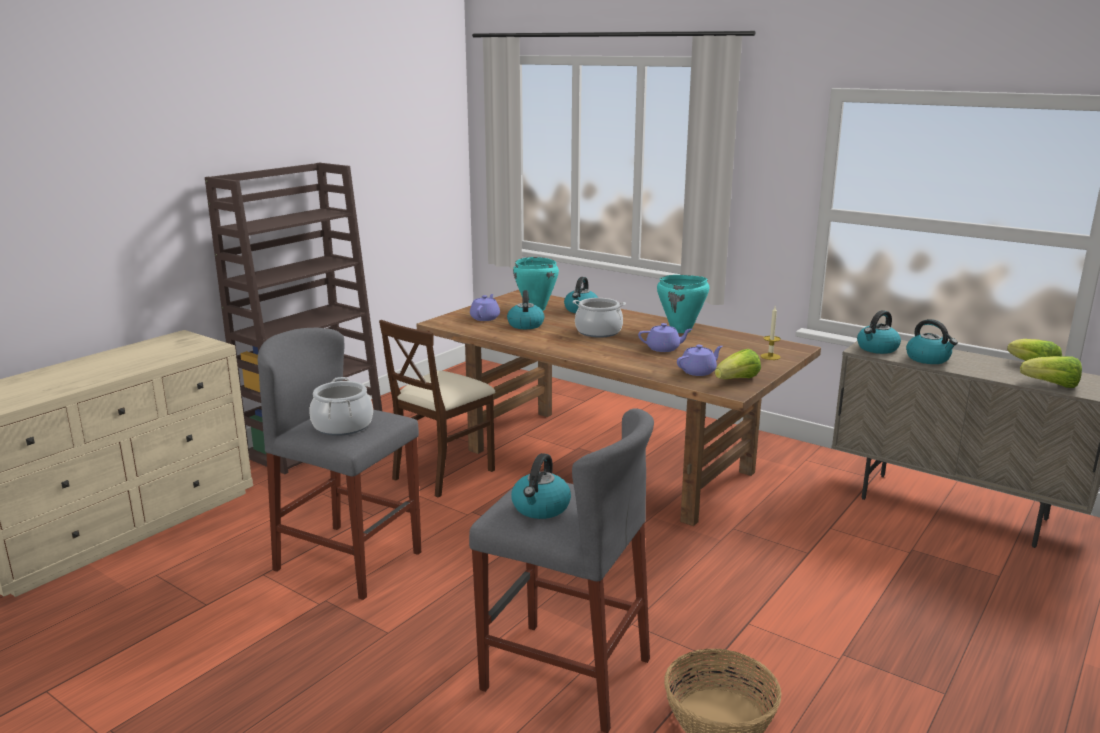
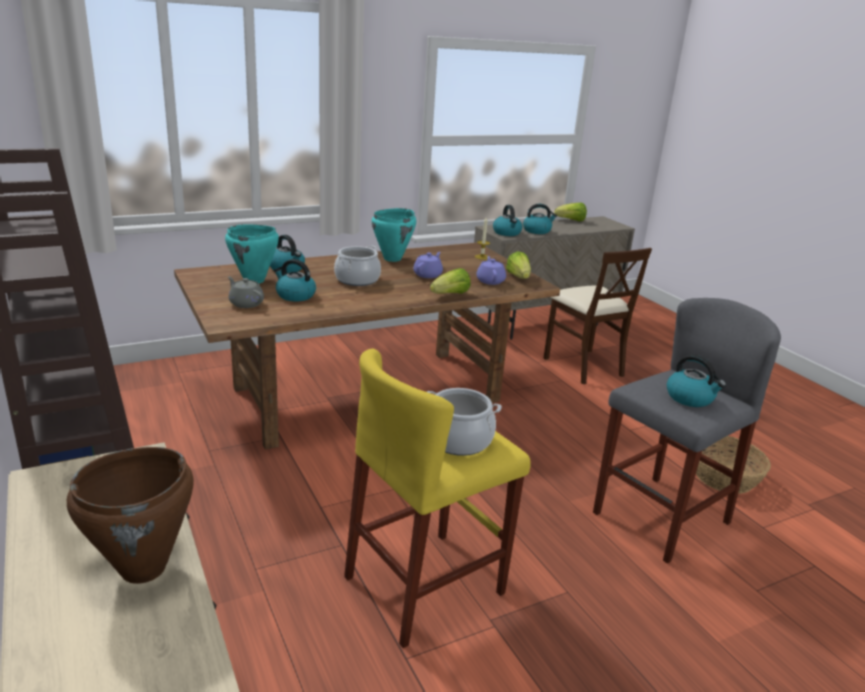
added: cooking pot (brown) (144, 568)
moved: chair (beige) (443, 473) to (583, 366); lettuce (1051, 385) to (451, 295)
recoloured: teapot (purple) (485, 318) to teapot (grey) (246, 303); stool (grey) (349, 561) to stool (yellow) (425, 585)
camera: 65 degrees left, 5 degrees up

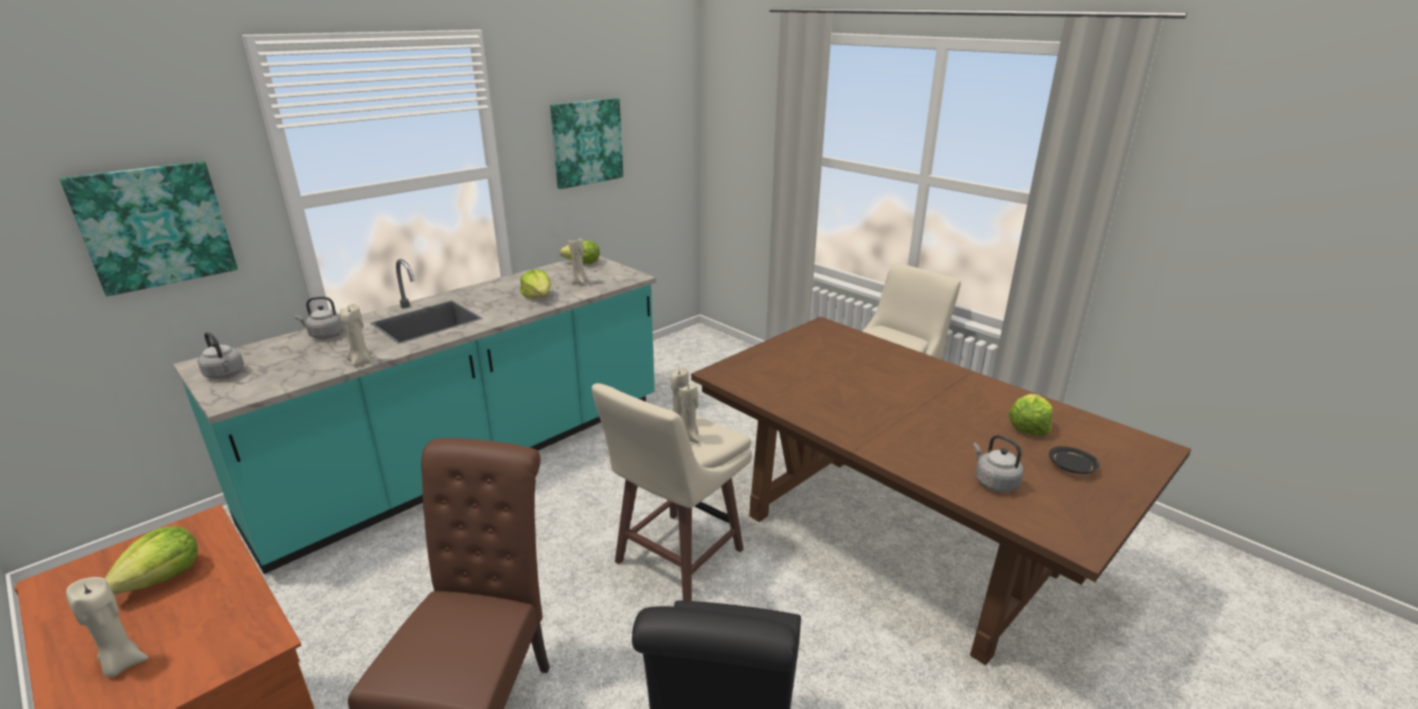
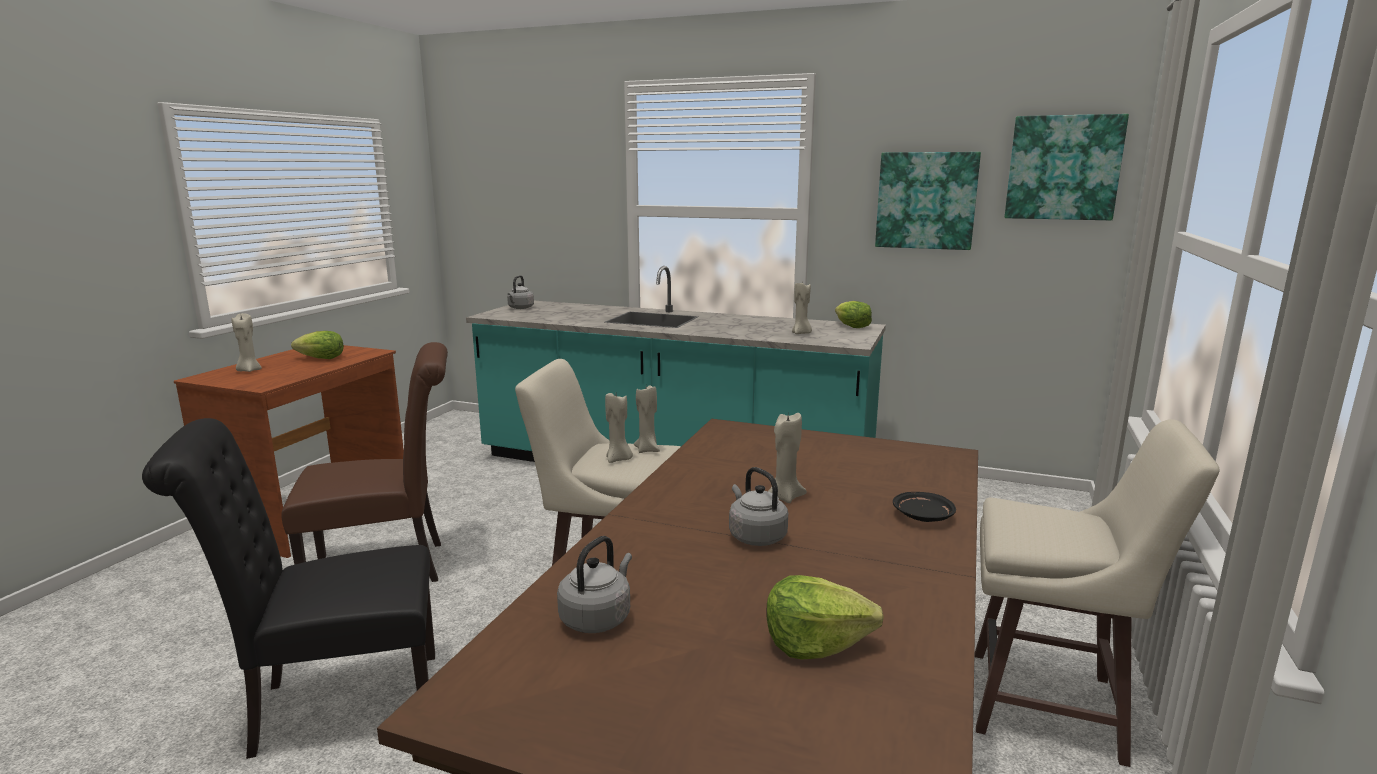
removed: lettuce (538, 297)
moved: picture (155, 226) to (1063, 168); kettle (grey) (325, 335) to (755, 536); candle (beige) (360, 361) to (784, 497); plate (black) (1072, 467) to (922, 516)
camera: 65 degrees right, 10 degrees down

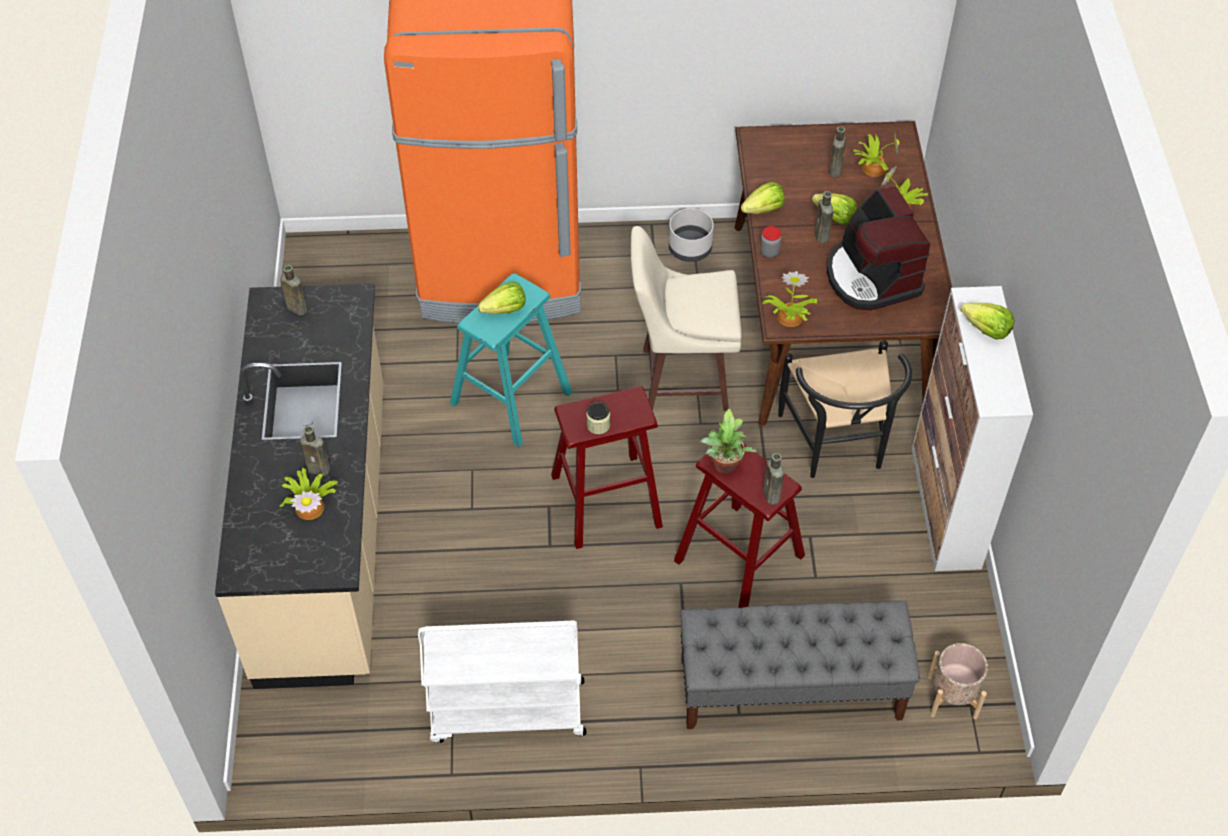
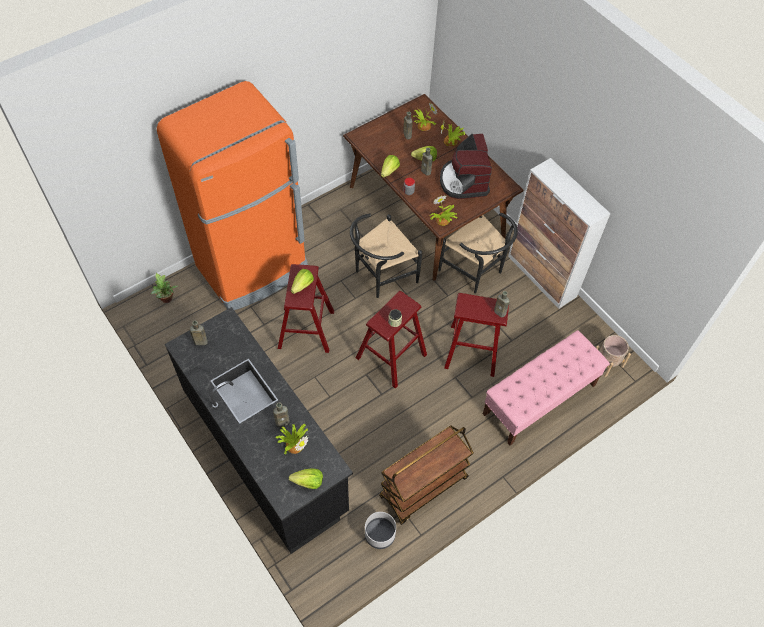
moved: planter (grey) (690, 248) to (380, 534); lettuce (986, 330) to (308, 482); potted plant (724, 467) to (167, 299)
replaced: stool (beige) (681, 379) to chair (black) (381, 276)
recoloured: stool (turquoise) (511, 398) to stool (red) (306, 329); counter (beige) (326, 533) to counter (black) (266, 451); bench (grey) (789, 689) to bench (pink) (539, 400); cart (white) (506, 712) to cart (brown) (423, 488)
turned: coffee machine (871, 277) = (464, 181) 45 degrees clockwise
camera: 35 degrees left, 5 degrees up

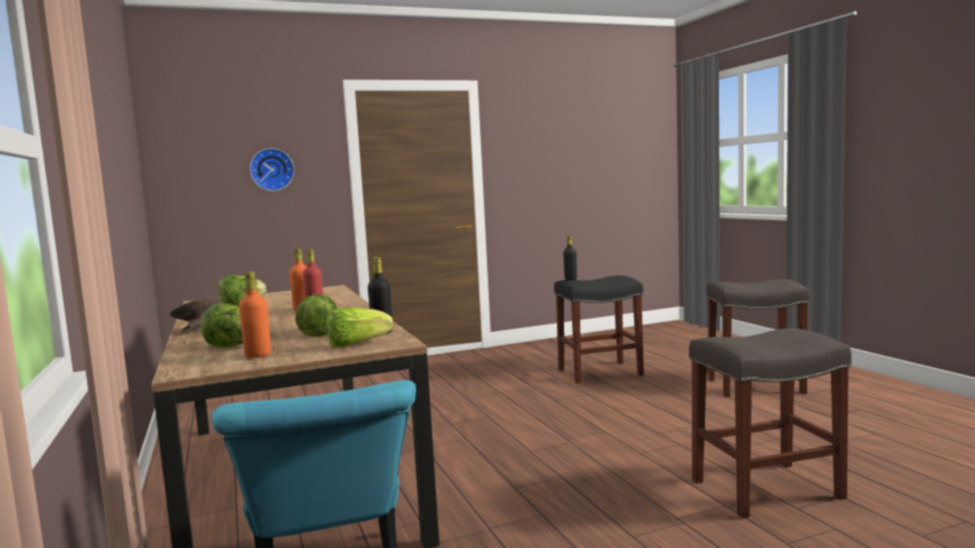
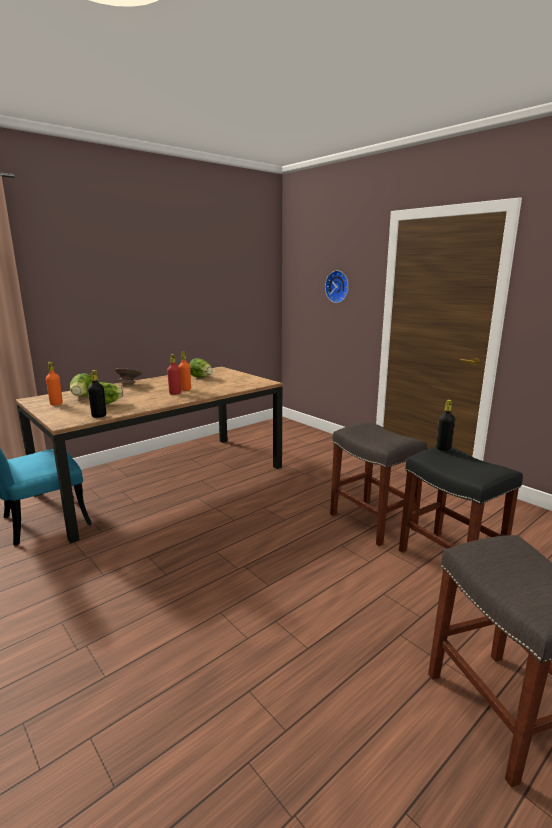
removed: lettuce (357, 344)
moved: stool (grey) (767, 488) to (373, 522)
camera: 70 degrees right, 10 degrees up

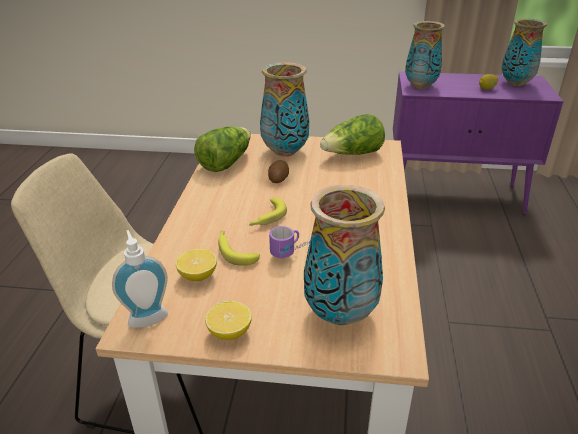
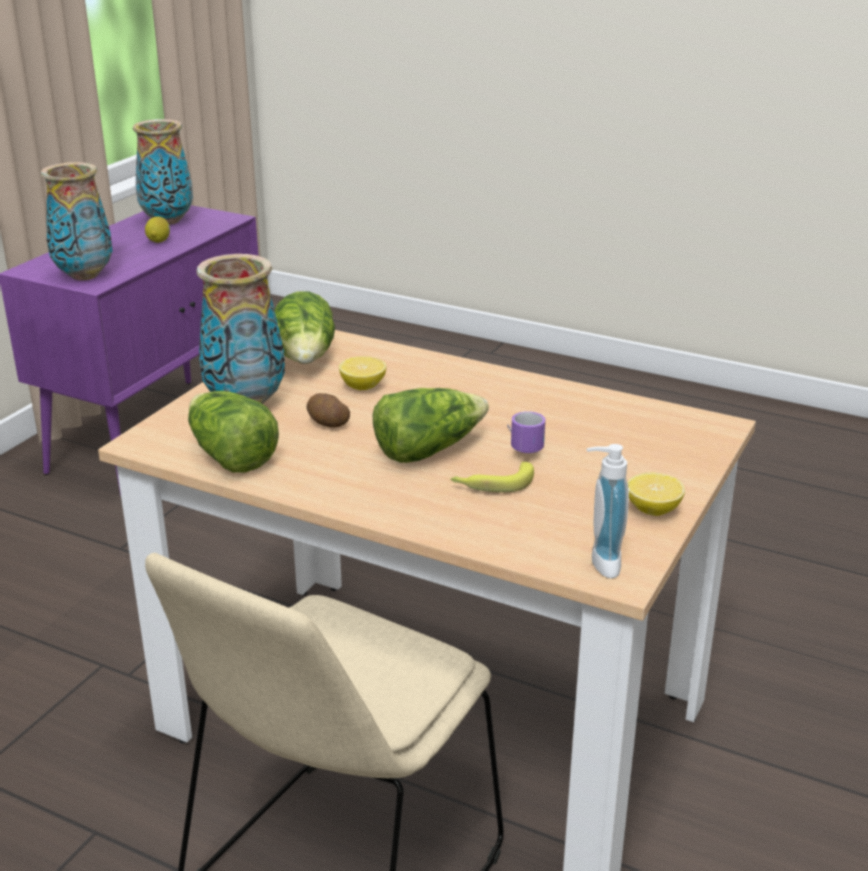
removed: vase (341, 314)
moved: lemon (198, 275) to (363, 386)
replaced: banana (266, 218) to lettuce (428, 449)
camera: 70 degrees left, 5 degrees down

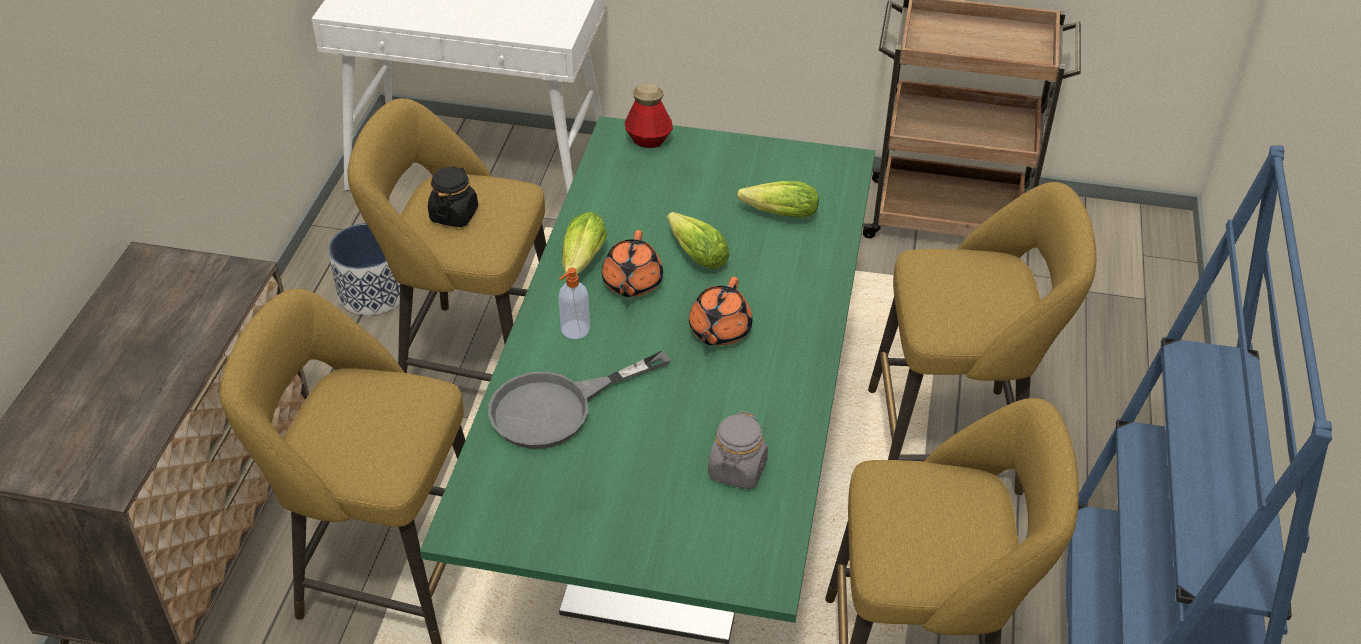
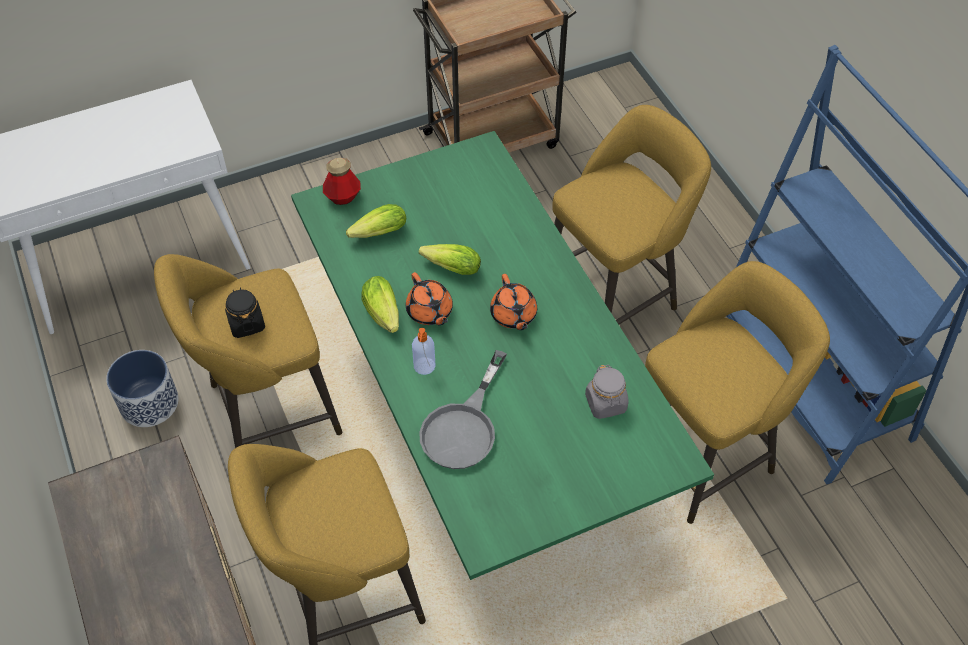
moved: lettuce (776, 214) to (376, 234)
camera: 35 degrees left, 10 degrees up

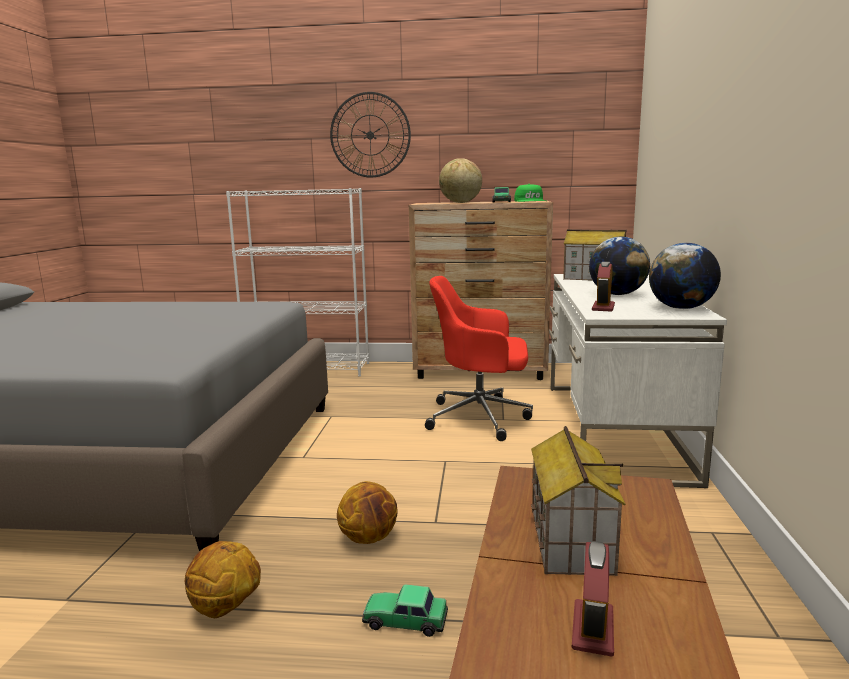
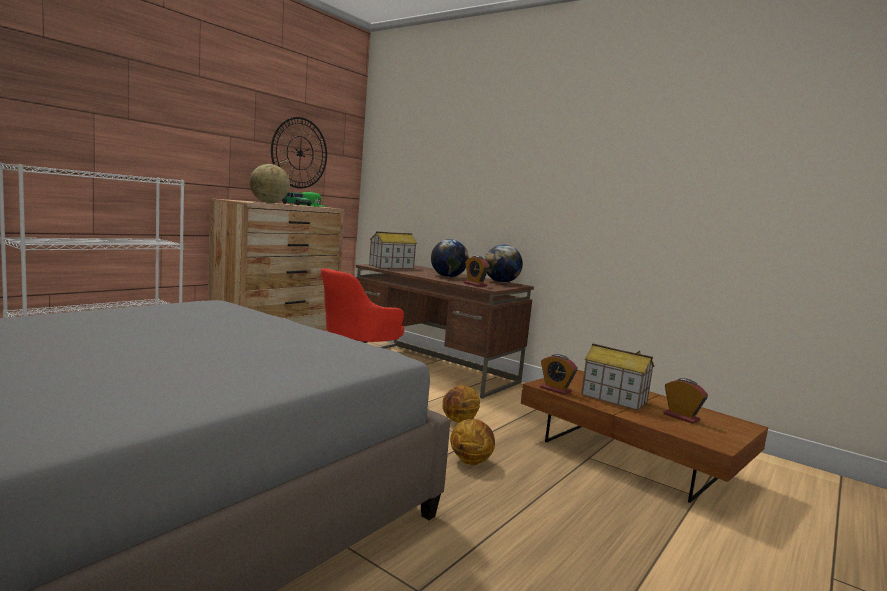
removed: toy car (405, 620)
added: alarm clock (555, 389)
moved: wall clock (370, 135) to (300, 153); basketball (225, 608) to (459, 421)
recoloured: desk (white) (613, 430) to desk (brown) (433, 369)
camera: 60 degrees left, 5 degrees down

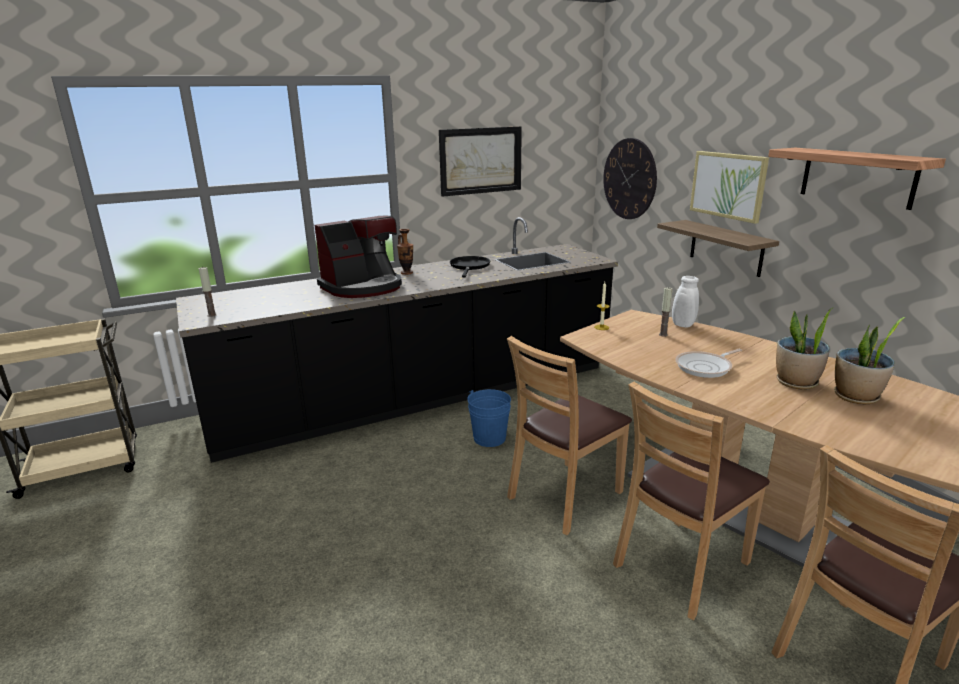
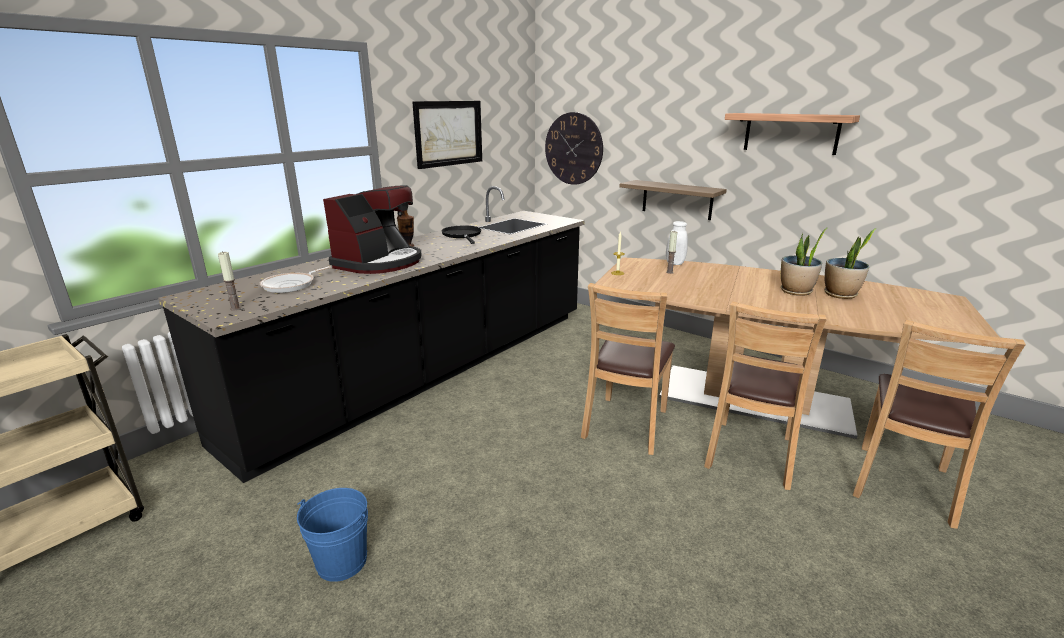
removed: picture (728, 185)
moved: frying pan (706, 367) to (291, 285); bucket (blue) (489, 438) to (341, 562)
camera: 25 degrees left, 0 degrees up

